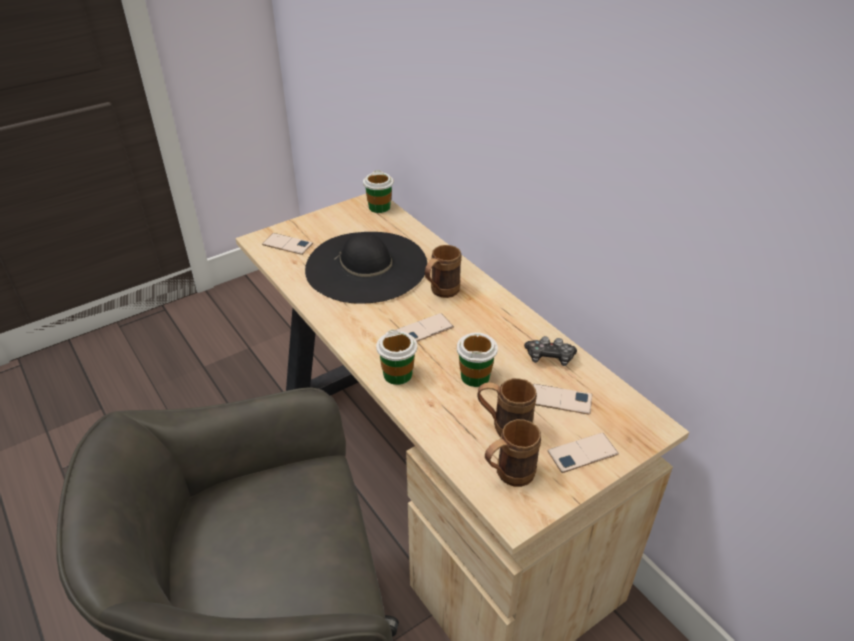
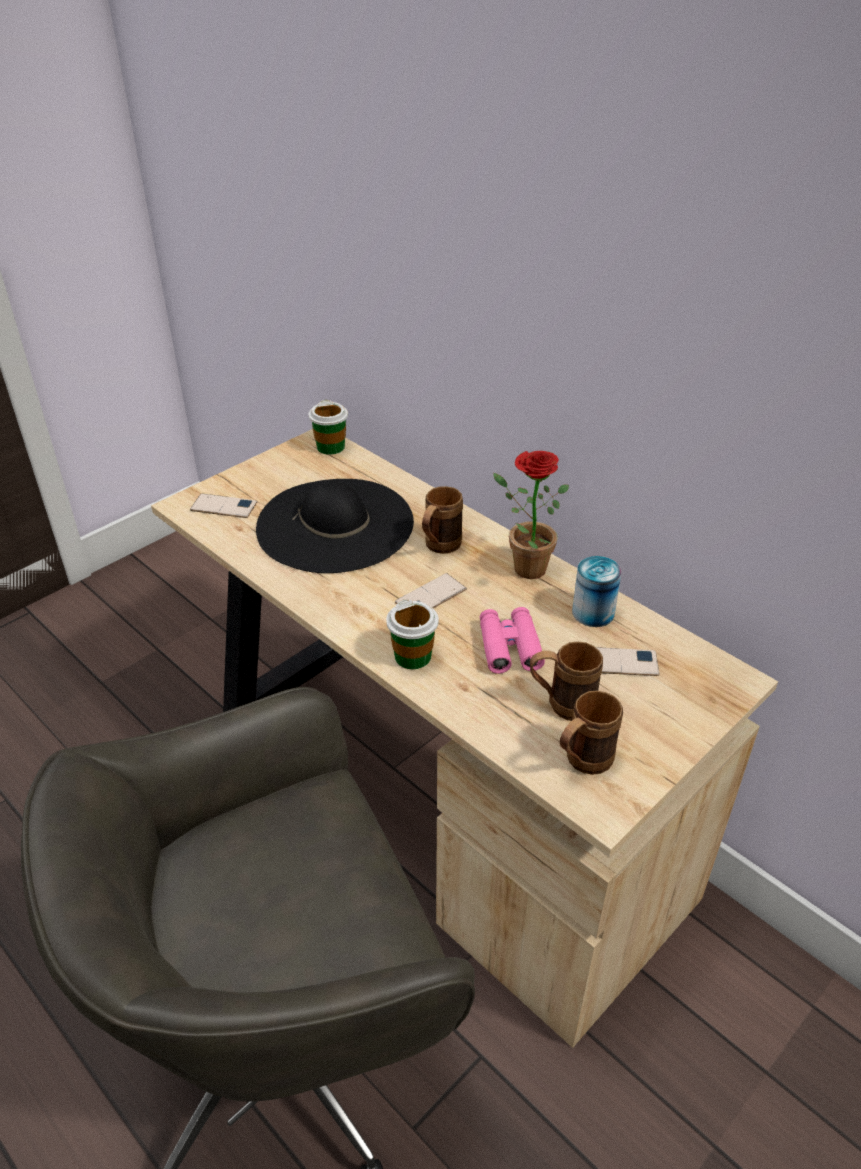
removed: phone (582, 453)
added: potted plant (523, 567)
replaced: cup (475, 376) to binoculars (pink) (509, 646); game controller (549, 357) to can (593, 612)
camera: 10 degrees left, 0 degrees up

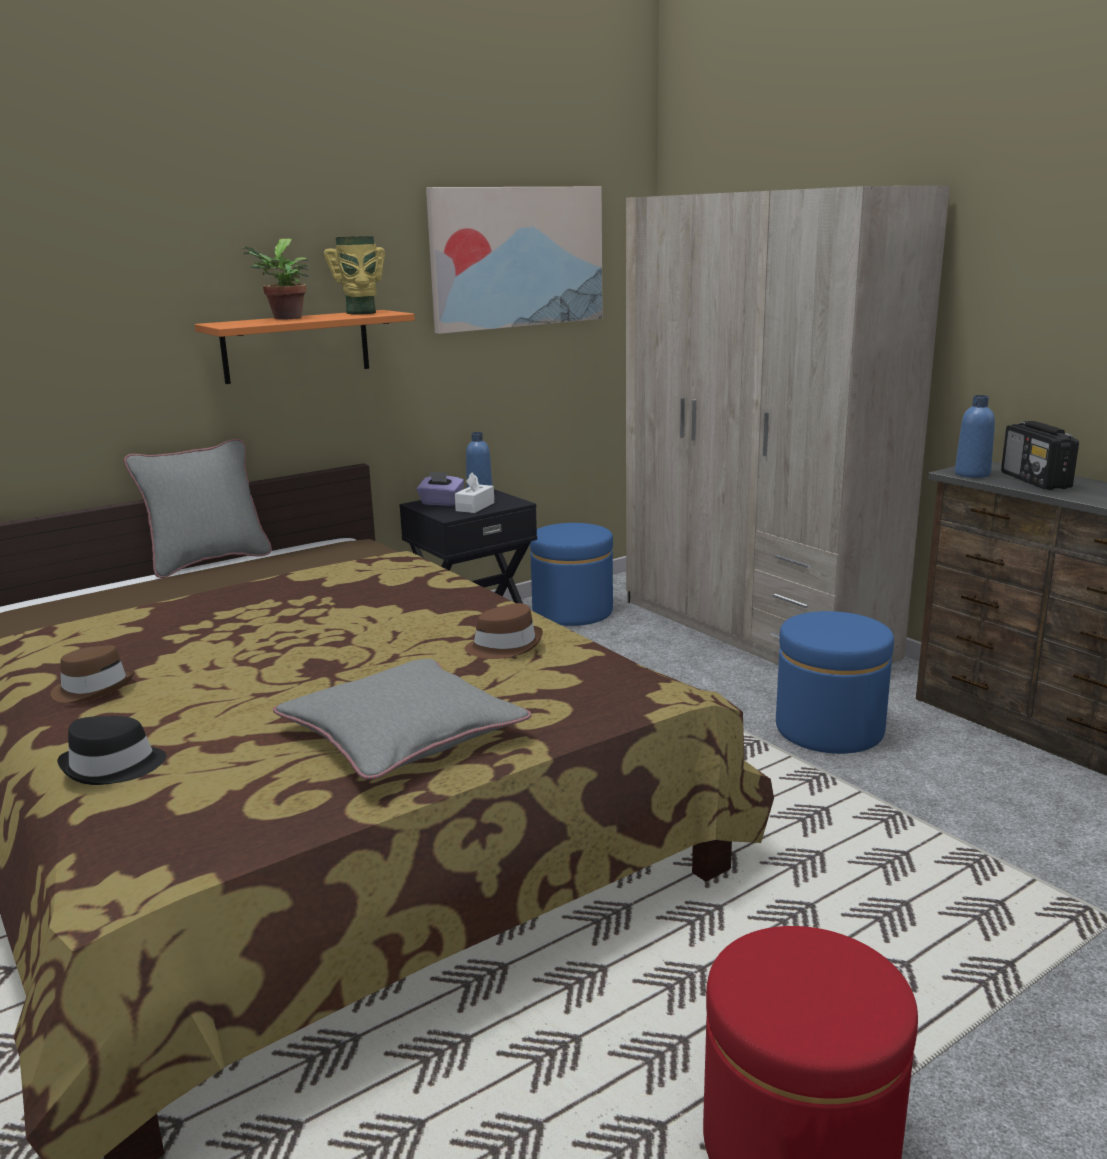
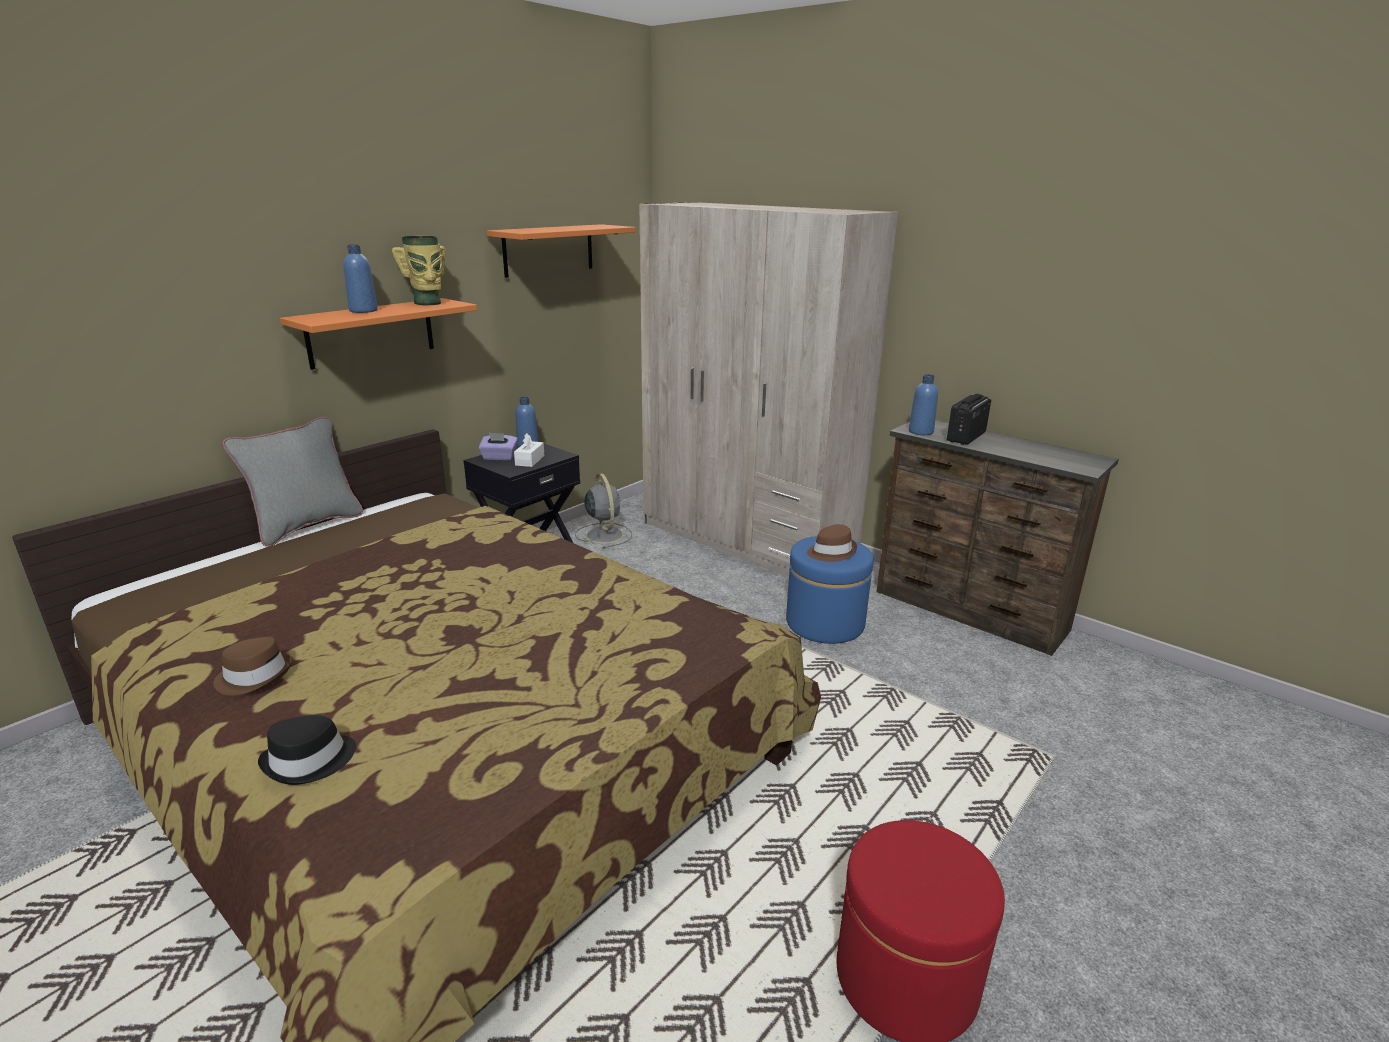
removed: pillow (grey) (402, 733)
moved: hat (brown) (504, 646) to (831, 552)
replaced: picture (517, 257) to shelf (orange) (548, 250); potted plant (285, 318) to bottle (blue) (363, 311); ottoman (blue) (572, 612) to fan (grey) (604, 534)
turned: radio (1035, 481) = (965, 437) 60 degrees clockwise
camera: 15 degrees left, 5 degrees up

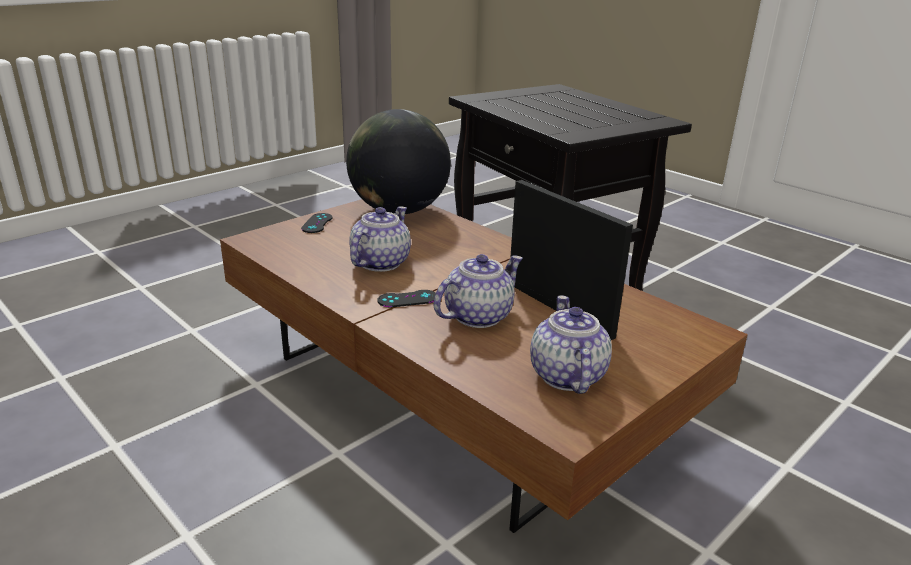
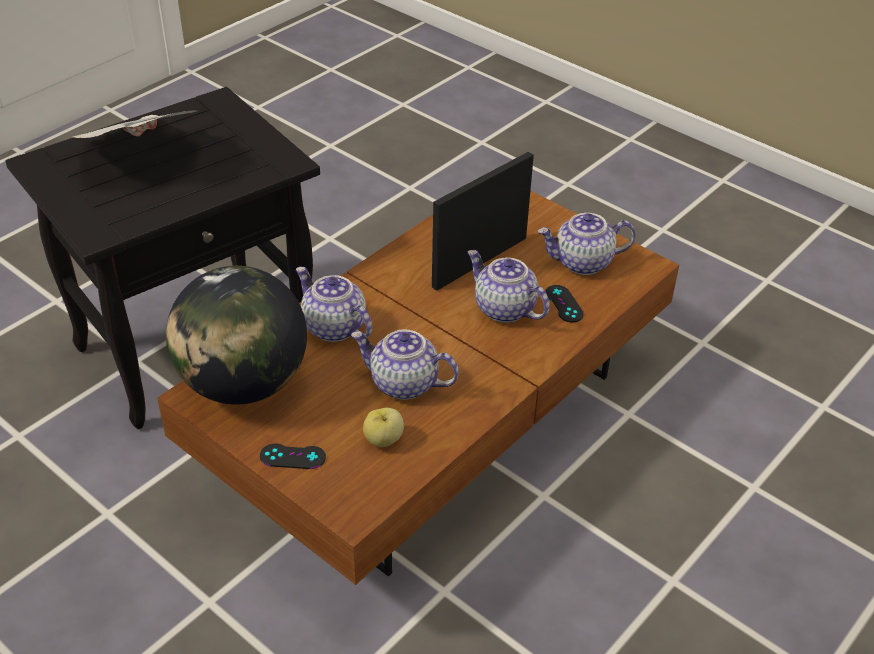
added: newspaper (141, 153); teapot (333, 327); apple (383, 440)
moved: game controller (black) (407, 299) to (564, 304)
camera: 95 degrees left, 15 degrees up

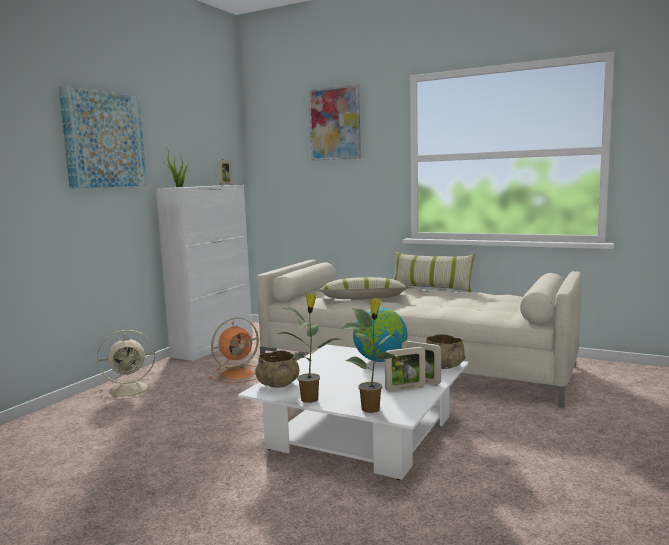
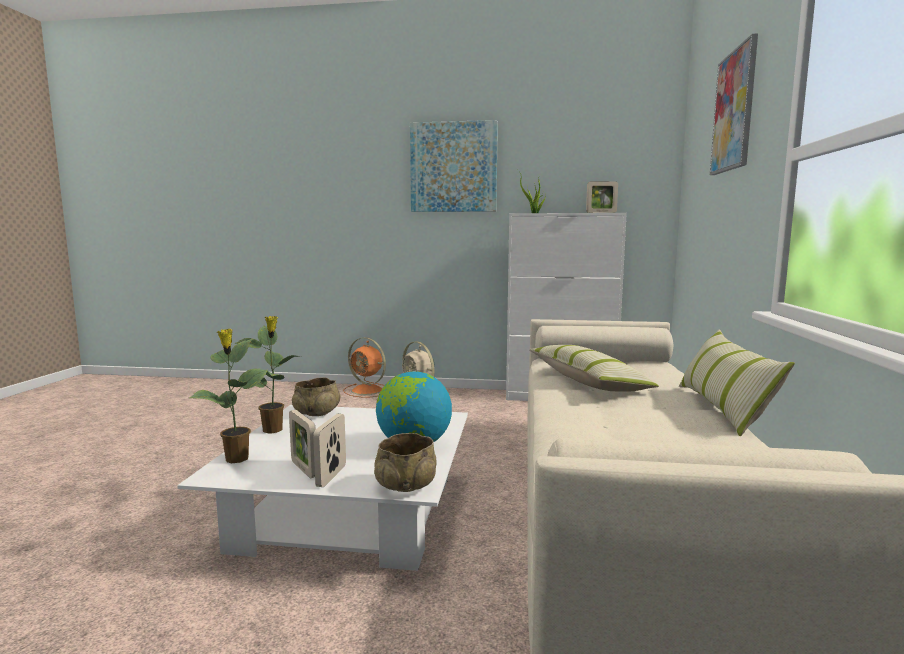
moved: fan (orange) (238, 374) to (368, 390)
camera: 70 degrees right, 0 degrees up

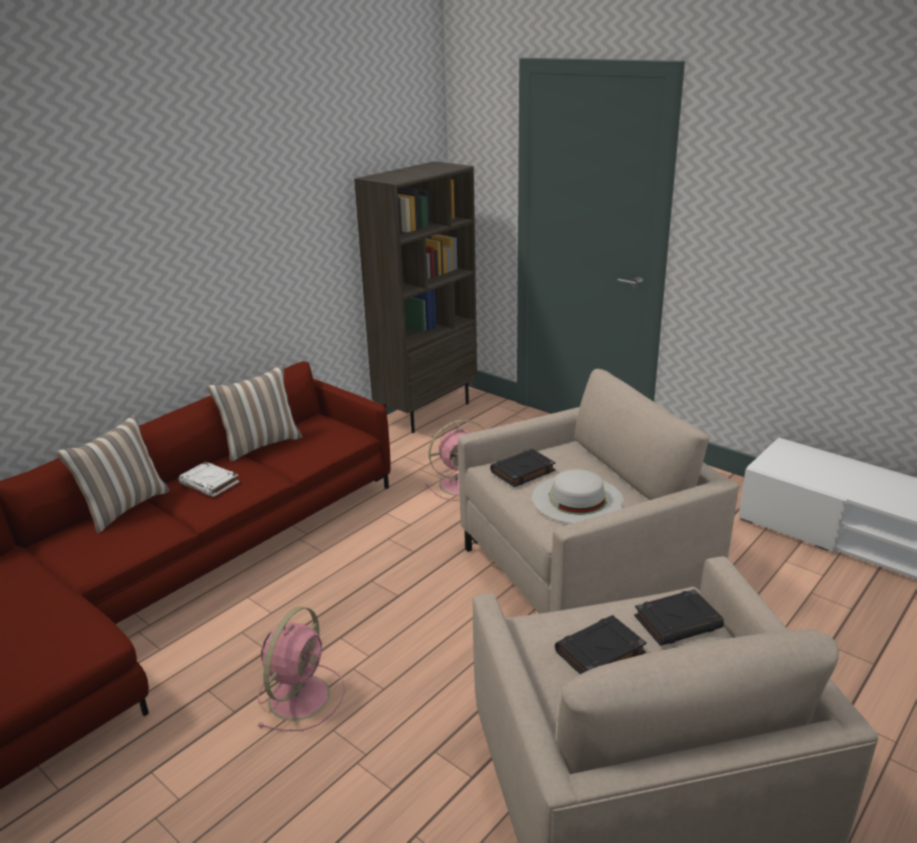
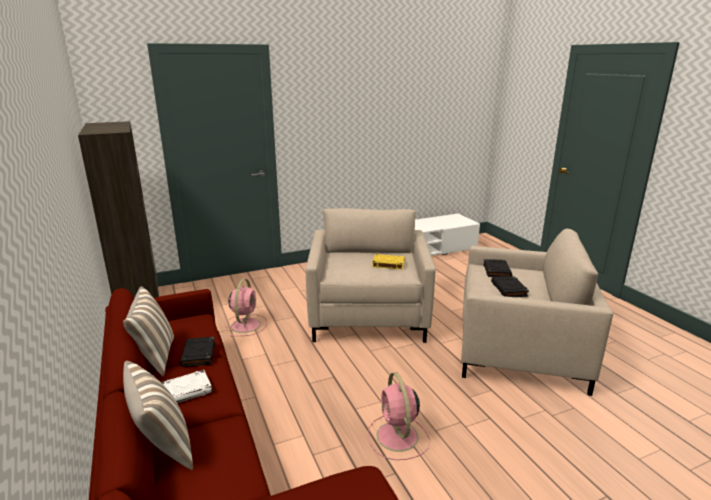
moved: book (black) (522, 472) to (199, 354)
replaced: hat (white) (577, 499) to book (yellow) (388, 264)
turned: fan (pink) (300, 695) = (398, 437) 150 degrees counterclockwise
camera: 65 degrees left, 5 degrees down

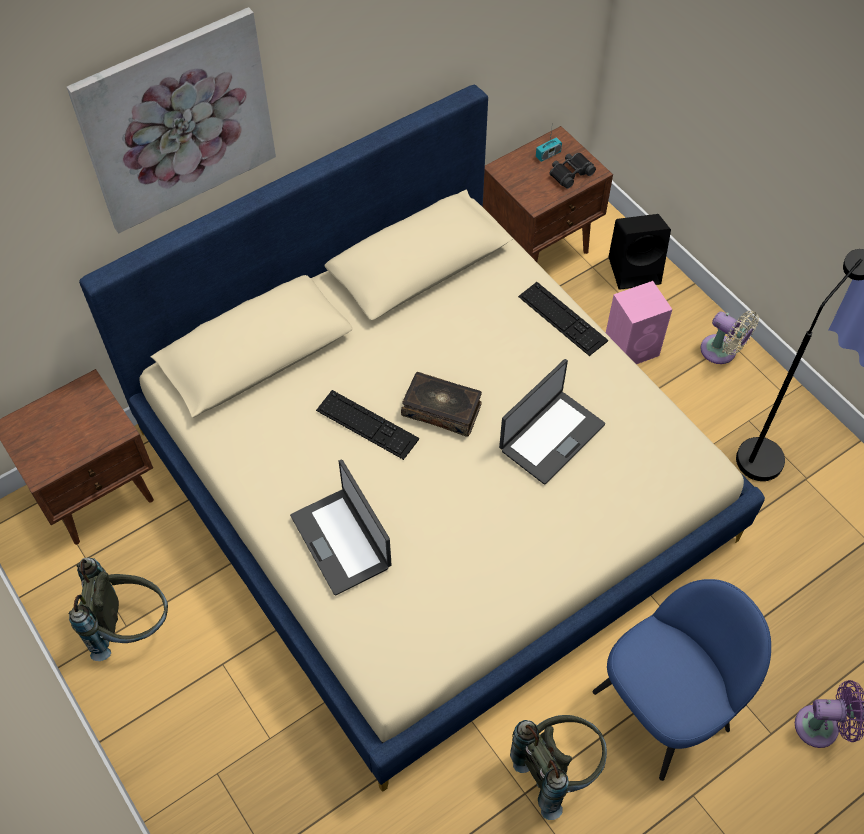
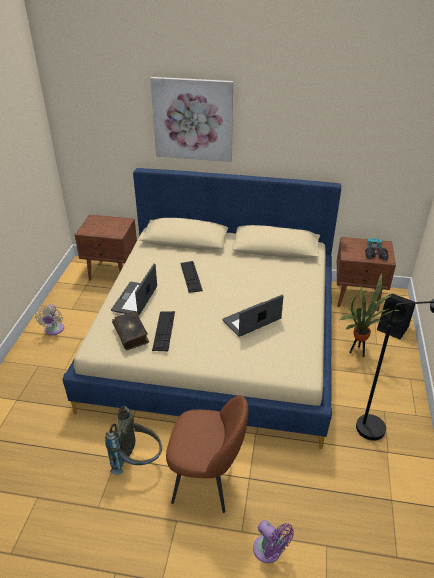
removed: backpack (grey) (131, 627)
moved: keyboard (562, 318) to (164, 330); fan (beige) (722, 352) to (54, 330); book (442, 409) to (131, 334)
replaced: speaker (pink) (632, 348) to potted plant (358, 351)
recoloured: chair (blue) (664, 708) to chair (brown) (207, 479)
turned: laptop (550, 436) = (252, 320) 150 degrees clockwise
camera: 45 degrees right, 20 degrees down

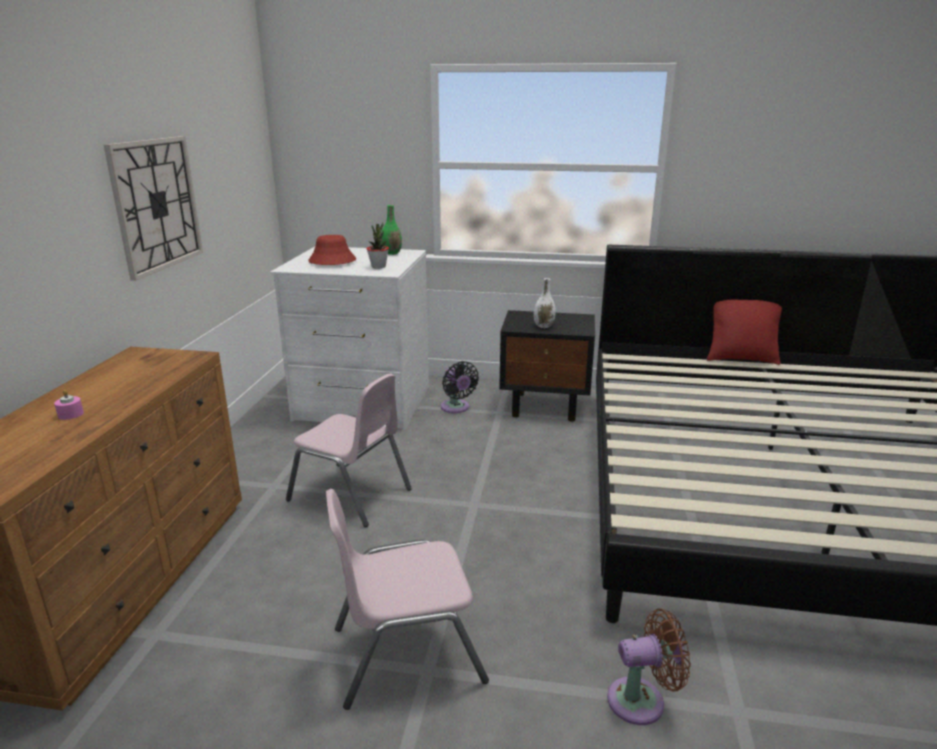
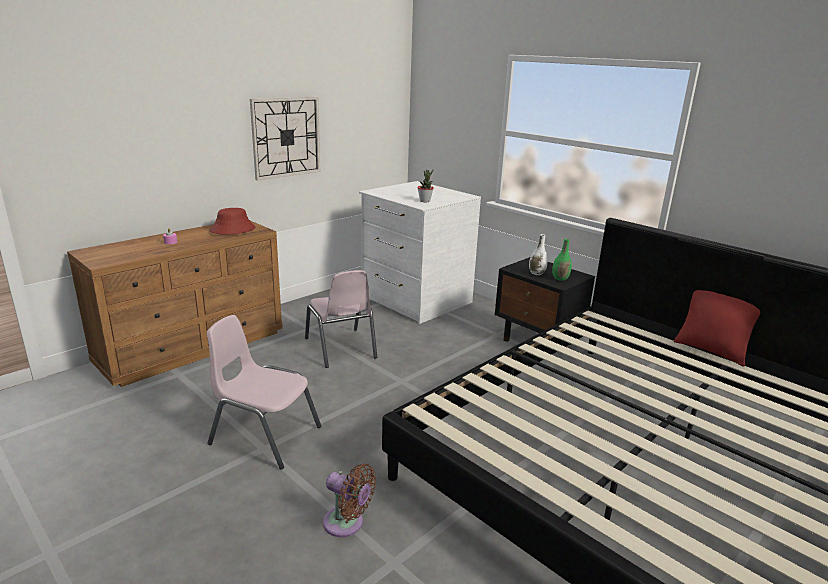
removed: fan (black) (456, 408)
moved: vase (green) (391, 253) to (560, 279); hat (red) (332, 261) to (232, 229)
camera: 35 degrees right, 0 degrees up

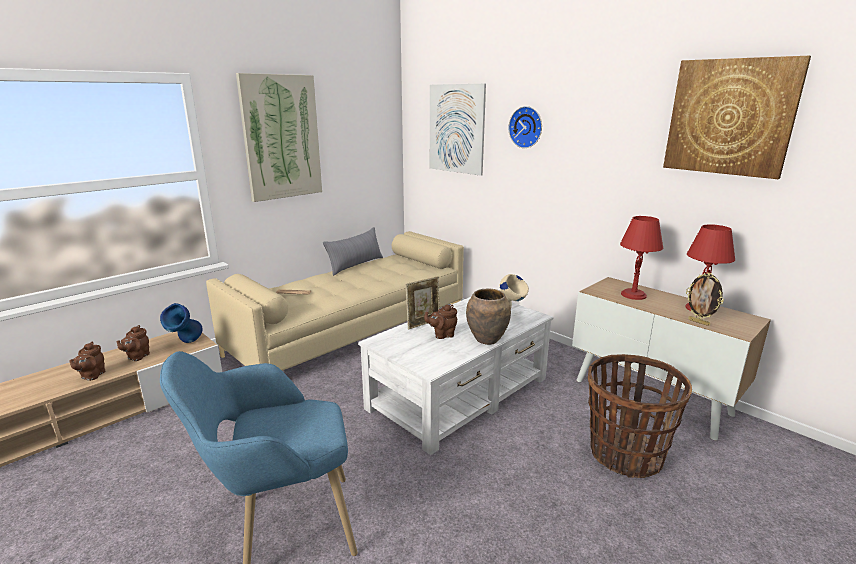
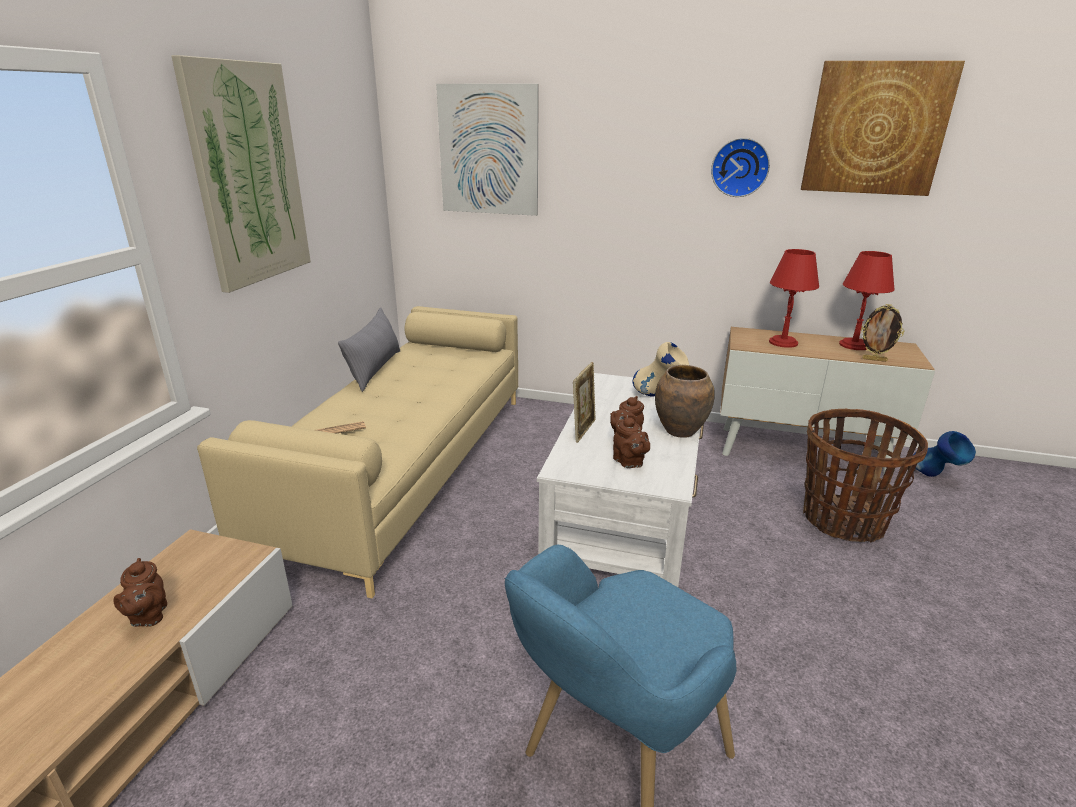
moved: wall clock (526, 127) to (740, 167); vase (blue) (186, 344) to (935, 478); teapot (brown) (92, 376) to (629, 463)
camera: 30 degrees left, 5 degrees up

